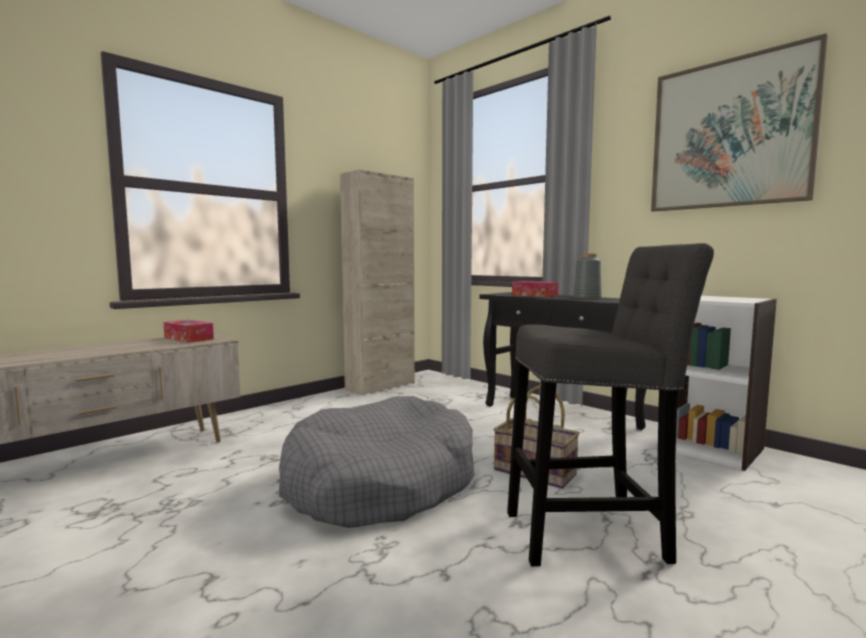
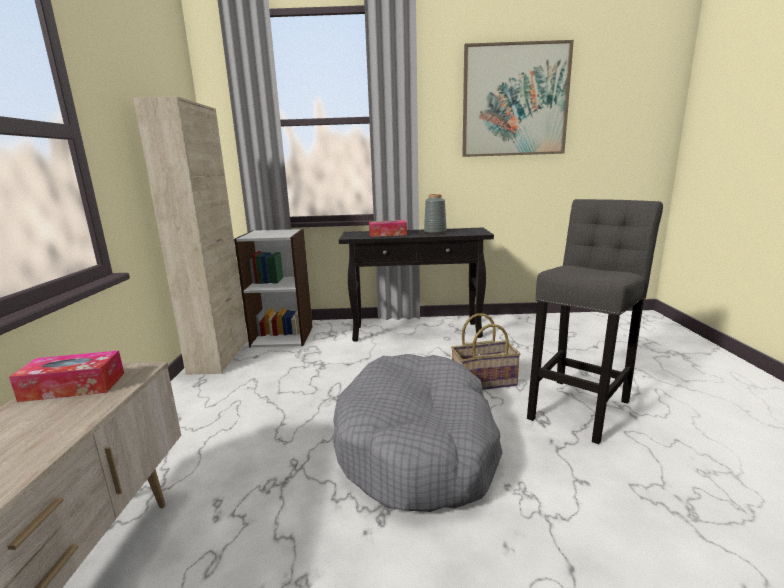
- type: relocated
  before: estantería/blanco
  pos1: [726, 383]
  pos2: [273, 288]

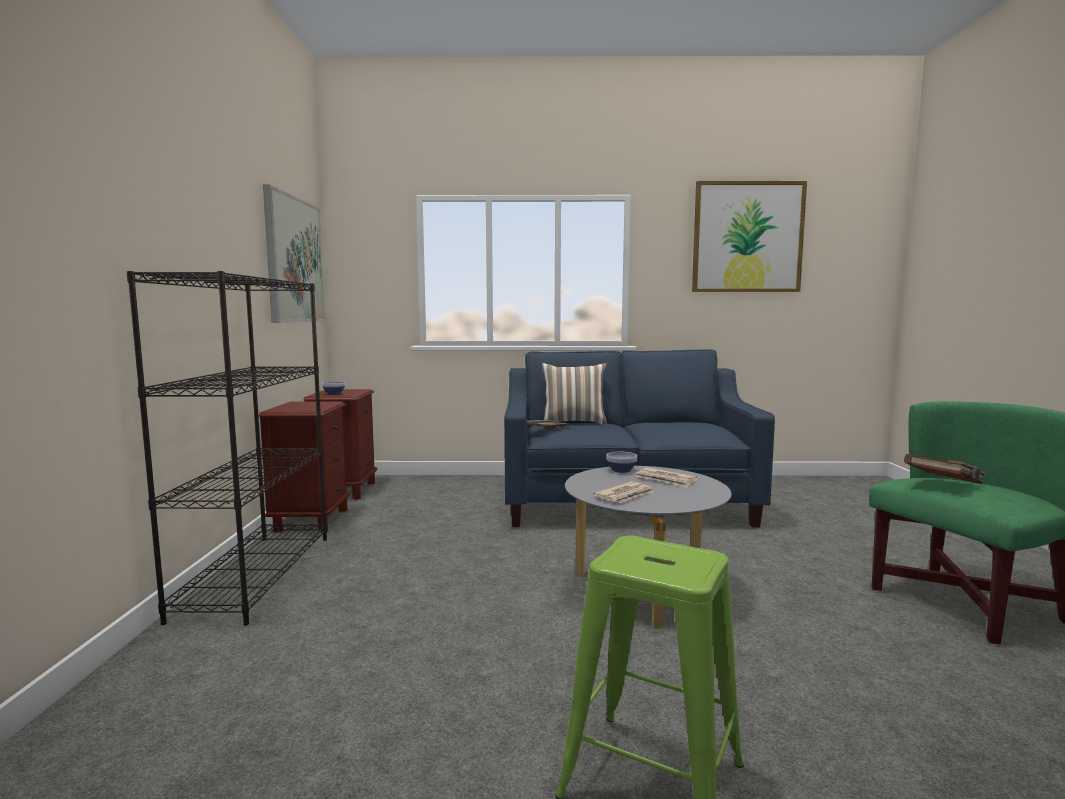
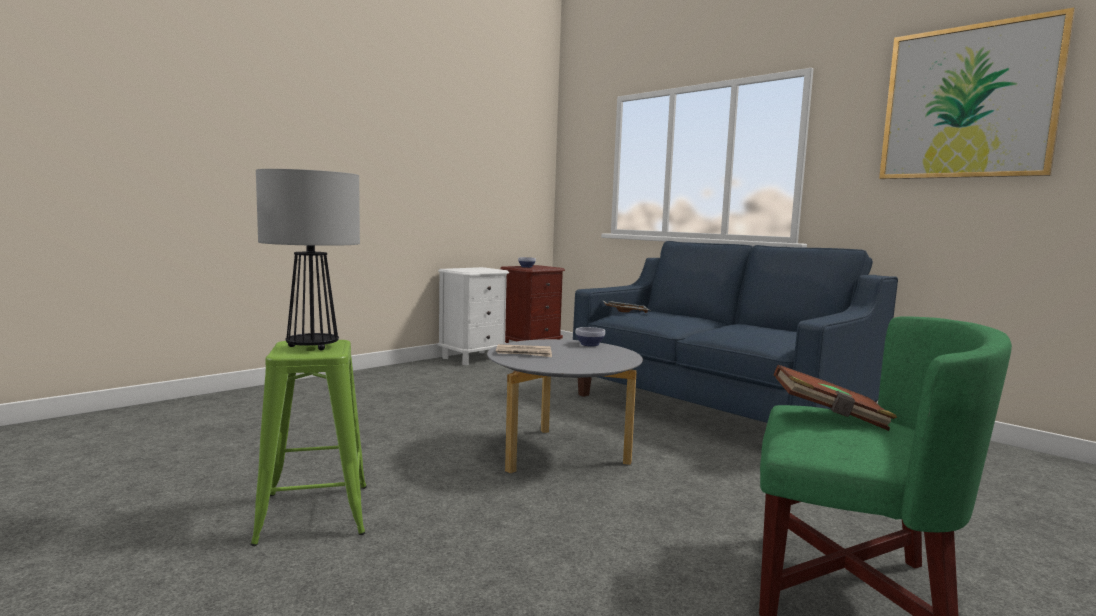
- type: missing
  before: estantería/negro
  pos1: [227, 448]
- type: colour
  before: mesita de noche/marrón
  after: mesita de noche/blanco
  pos1: [304, 467]
  pos2: [473, 316]
- type: missing
  before: cuadro
  pos1: [294, 254]
- type: missing
  before: cojín
  pos1: [574, 394]
- type: missing
  before: periódico
  pos1: [666, 477]
- type: appeared
  after: lámpara de mesa
  pos2: [308, 259]

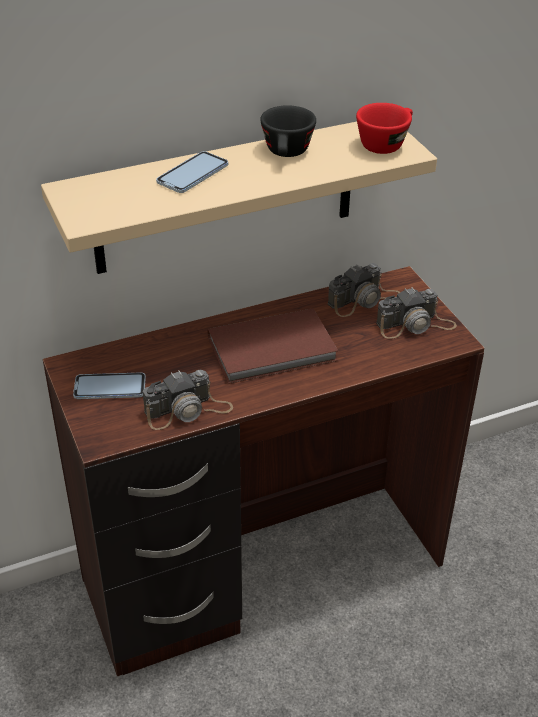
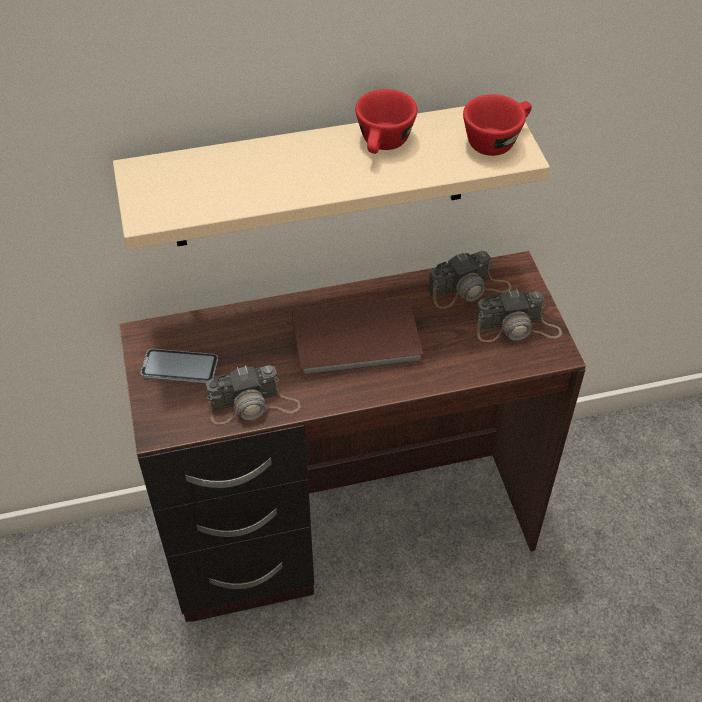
- type: missing
  before: móvil
  pos1: [192, 172]
- type: colour
  before: taza/negro
  after: taza/rojo
  pos1: [288, 131]
  pos2: [386, 121]

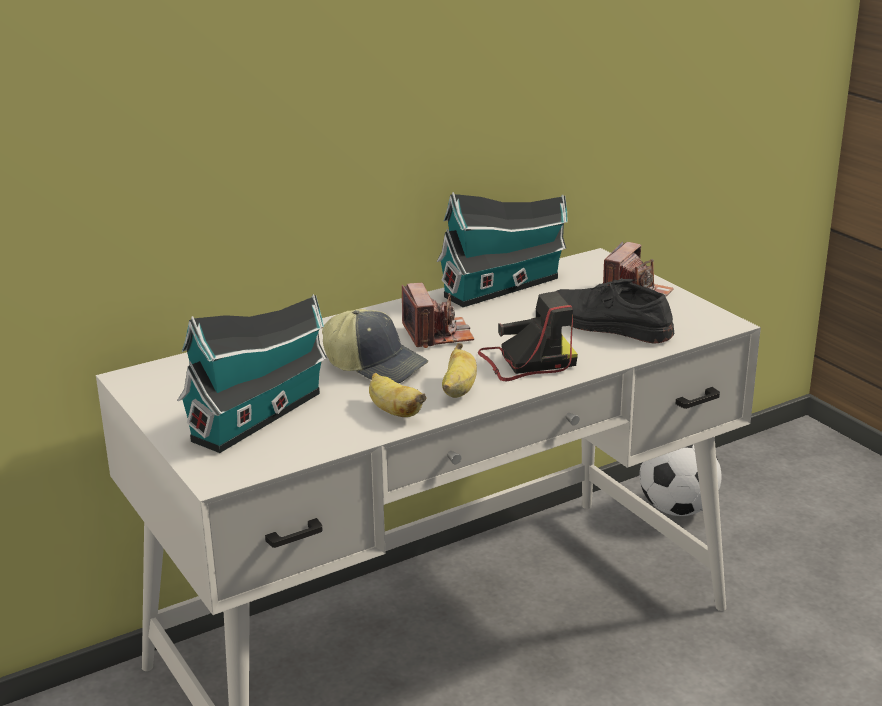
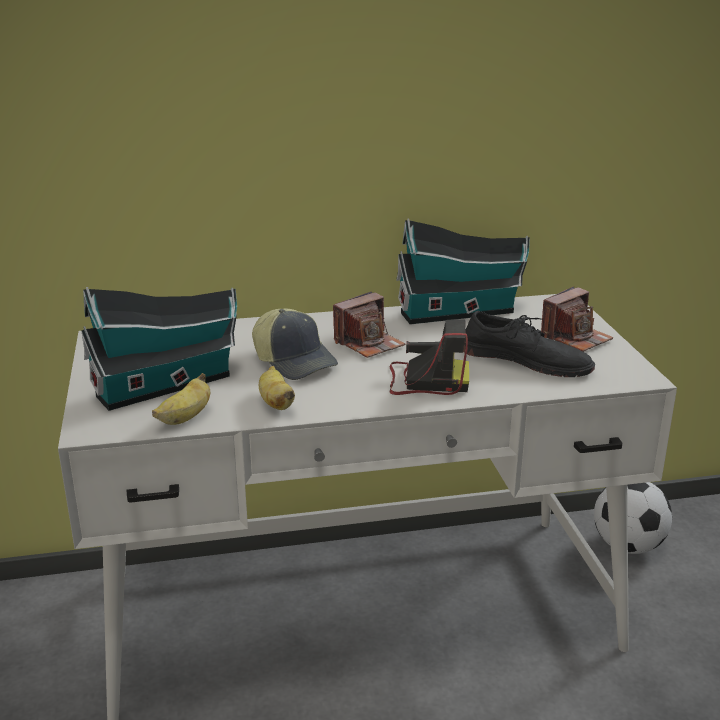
- type: spun
  before: cámara
  pos1: [438, 315]
  pos2: [369, 324]
  turn: 45
- type: relocated
  before: plátano
  pos1: [459, 370]
  pos2: [181, 399]
- type: spun
  before: zapato/negro
  pos1: [615, 310]
  pos2: [529, 344]
  turn: 150

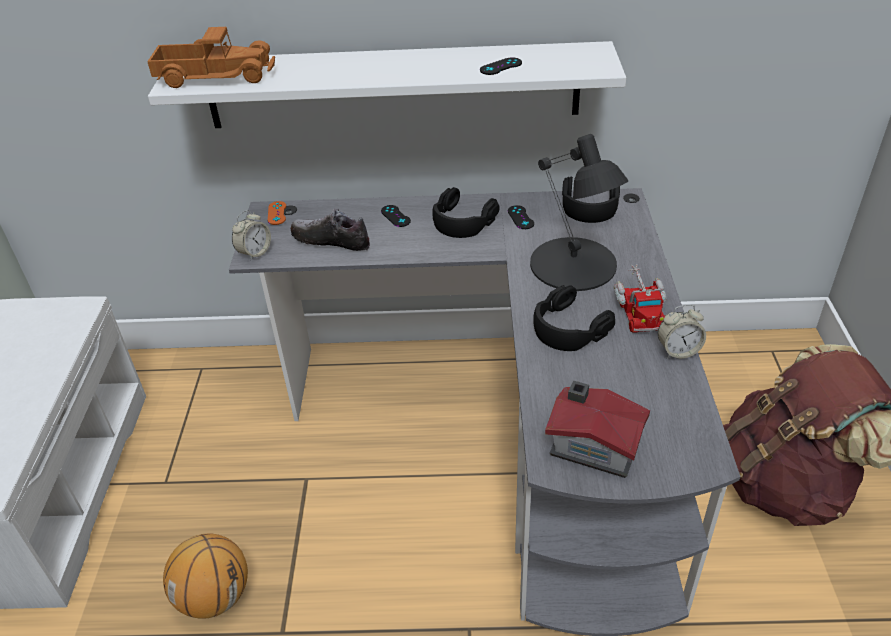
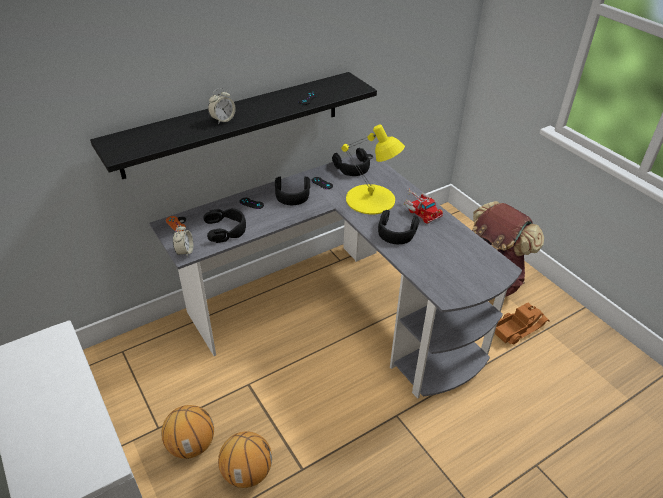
- type: relocated
  before: camión de juguete
  pos1: [211, 57]
  pos2: [522, 323]
- type: colour
  before: estante/blanco
  after: estante/negro
  pos1: [387, 84]
  pos2: [233, 125]
- type: exchanged
  before: zapato
  after: auriculares/negro
  pos1: [330, 229]
  pos2: [224, 225]
- type: colour
  before: lámpara de mesa/negro
  after: lámpara de mesa/amarillo
  pos1: [579, 212]
  pos2: [373, 169]
- type: missing
  before: casita
  pos1: [597, 429]
- type: relocated
  before: despertador
  pos1: [682, 332]
  pos2: [222, 106]
- type: appeared
  after: balón de baloncesto
  pos2: [187, 432]

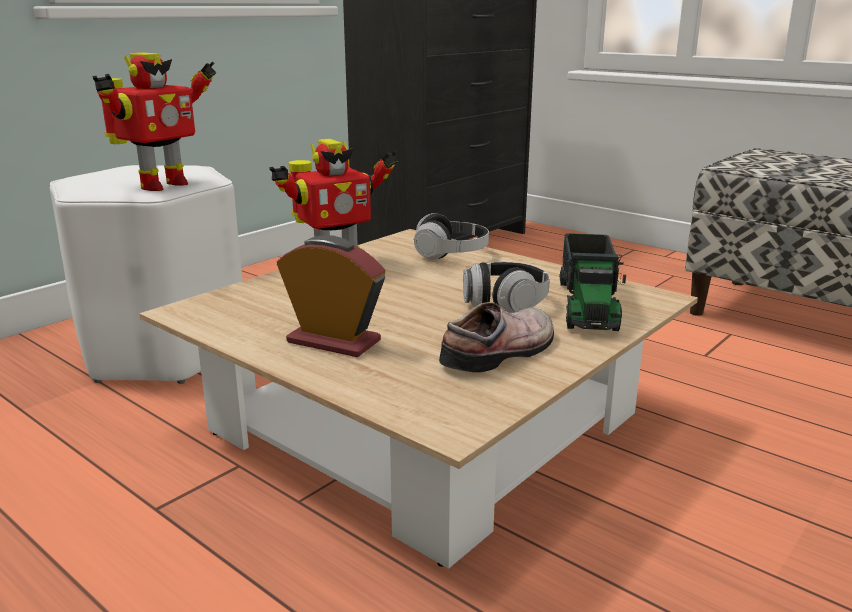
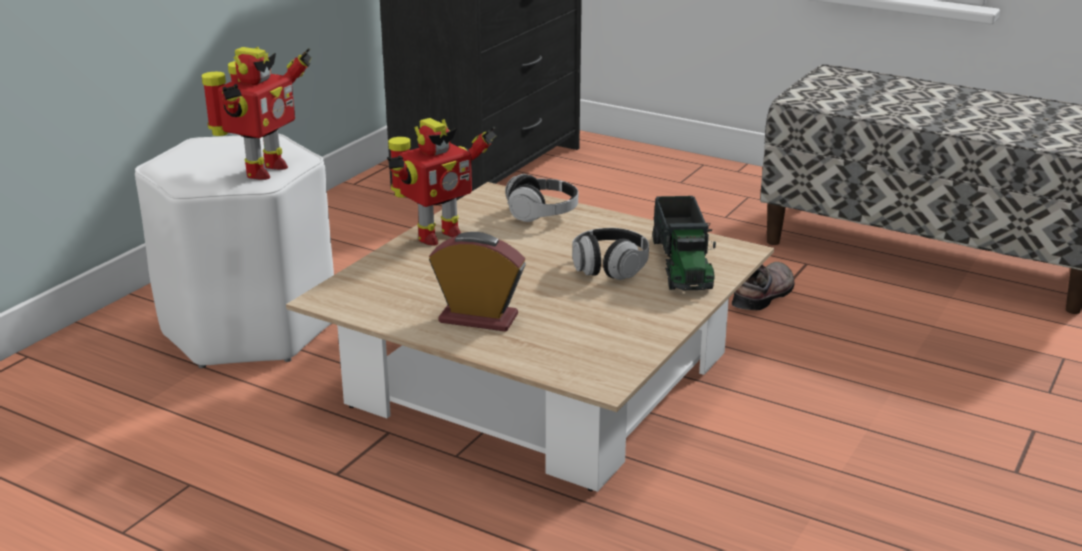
- type: relocated
  before: zapato
  pos1: [496, 337]
  pos2: [763, 286]

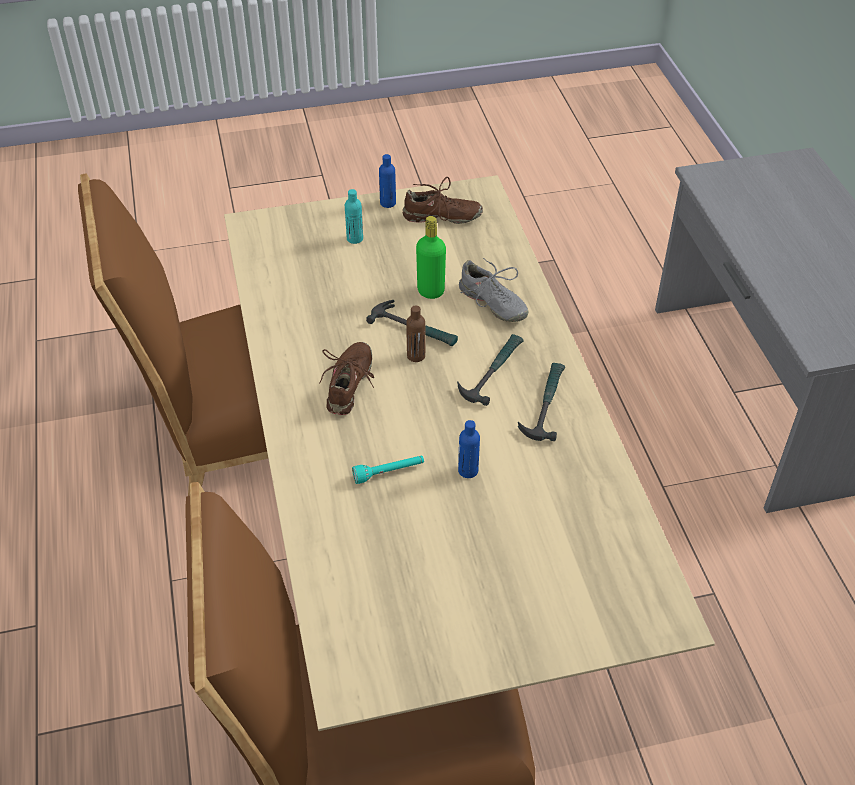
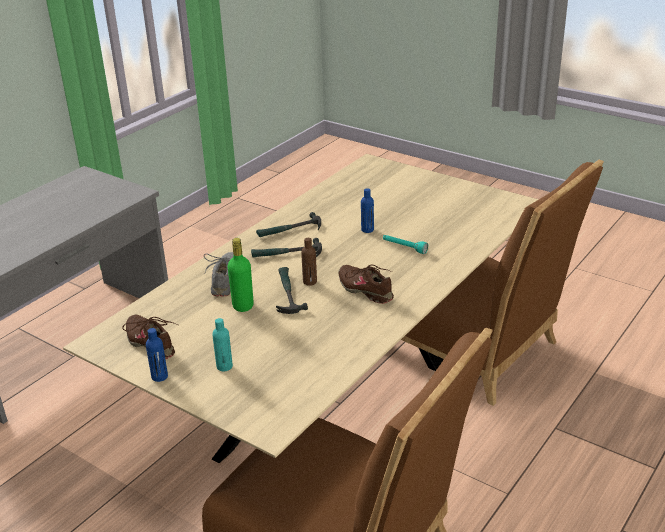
- type: spun
  before: zapato/marrón
  pos1: [346, 378]
  pos2: [366, 284]
  turn: 75

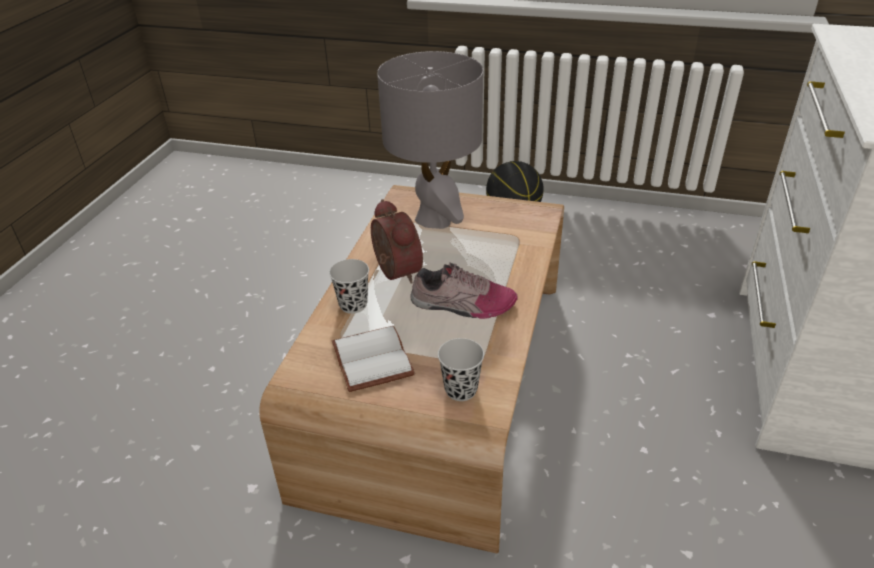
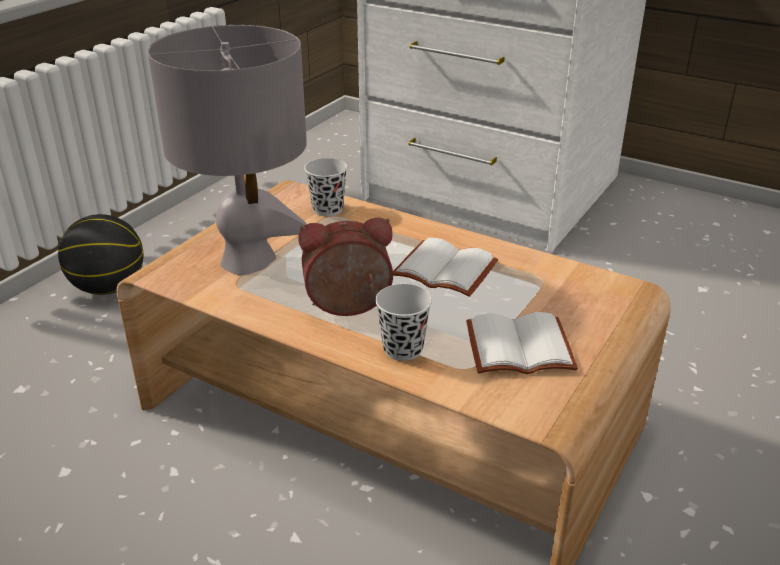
- type: exchanged
  before: zapato
  after: libro/blanco
  pos1: [464, 290]
  pos2: [445, 267]
- type: relocated
  before: taza/negro
  pos1: [461, 369]
  pos2: [325, 187]

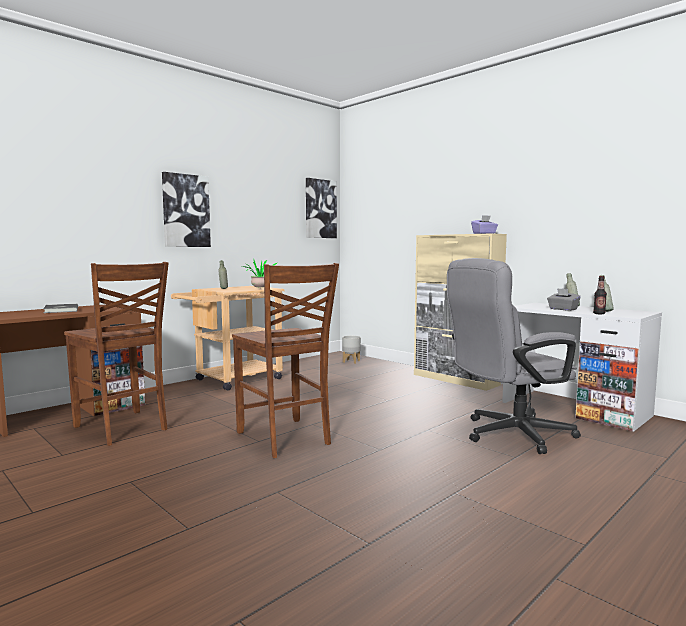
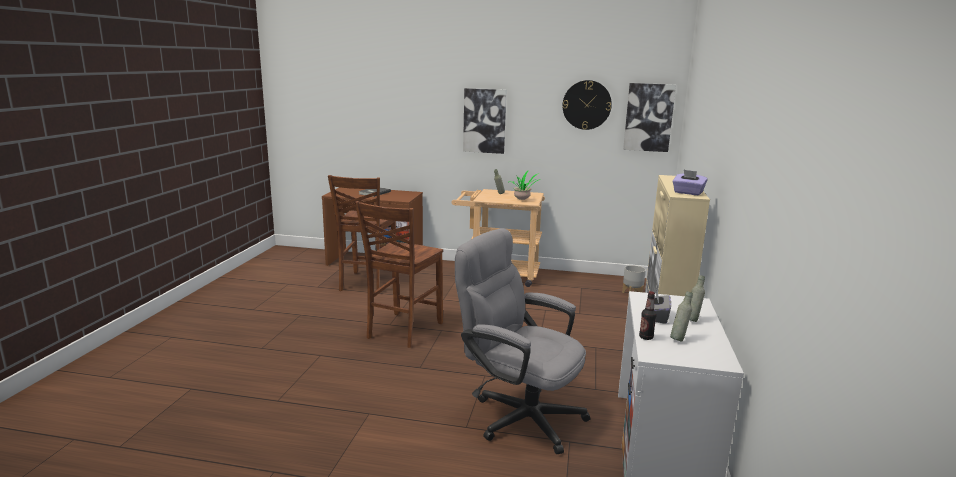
- type: appeared
  after: reloj de pared
  pos2: [587, 105]

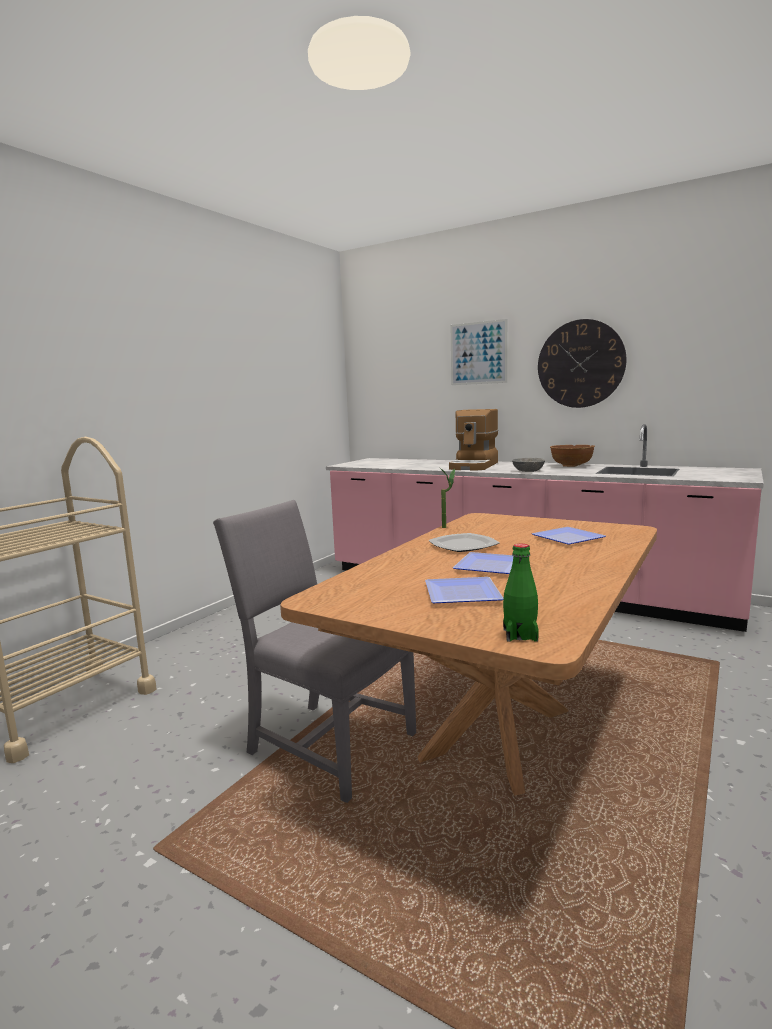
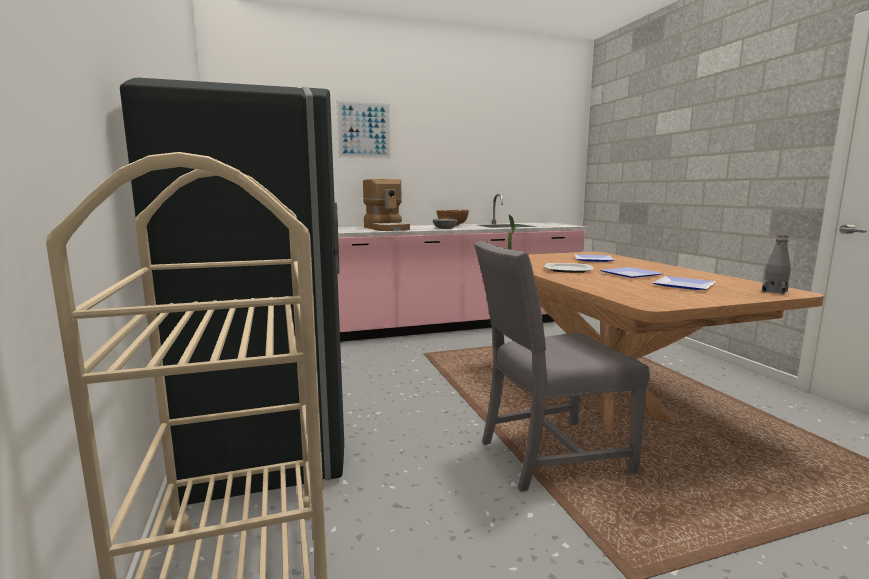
- type: colour
  before: botella/verde
  after: botella/gris
  pos1: [521, 593]
  pos2: [776, 264]
- type: missing
  before: reloj de pared
  pos1: [582, 363]
- type: appeared
  after: nevera/gris
  pos2: [232, 292]

